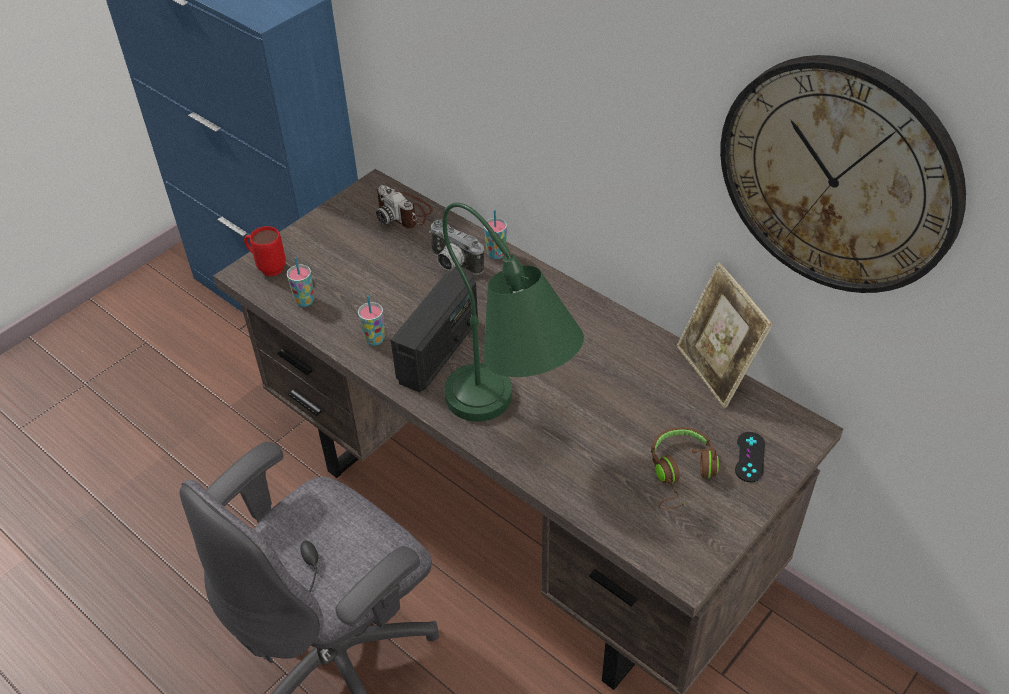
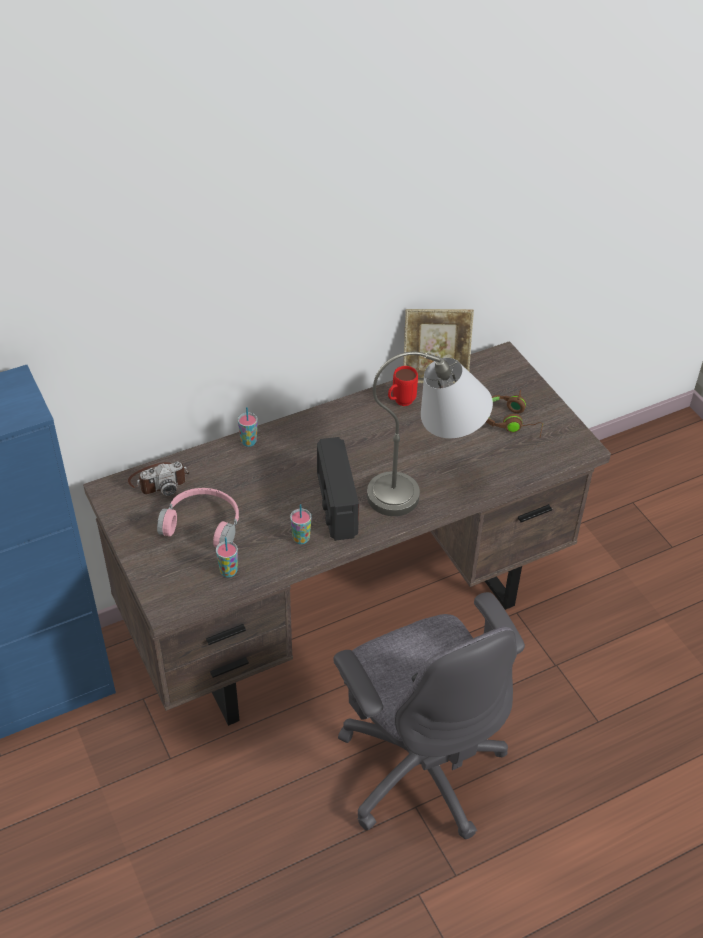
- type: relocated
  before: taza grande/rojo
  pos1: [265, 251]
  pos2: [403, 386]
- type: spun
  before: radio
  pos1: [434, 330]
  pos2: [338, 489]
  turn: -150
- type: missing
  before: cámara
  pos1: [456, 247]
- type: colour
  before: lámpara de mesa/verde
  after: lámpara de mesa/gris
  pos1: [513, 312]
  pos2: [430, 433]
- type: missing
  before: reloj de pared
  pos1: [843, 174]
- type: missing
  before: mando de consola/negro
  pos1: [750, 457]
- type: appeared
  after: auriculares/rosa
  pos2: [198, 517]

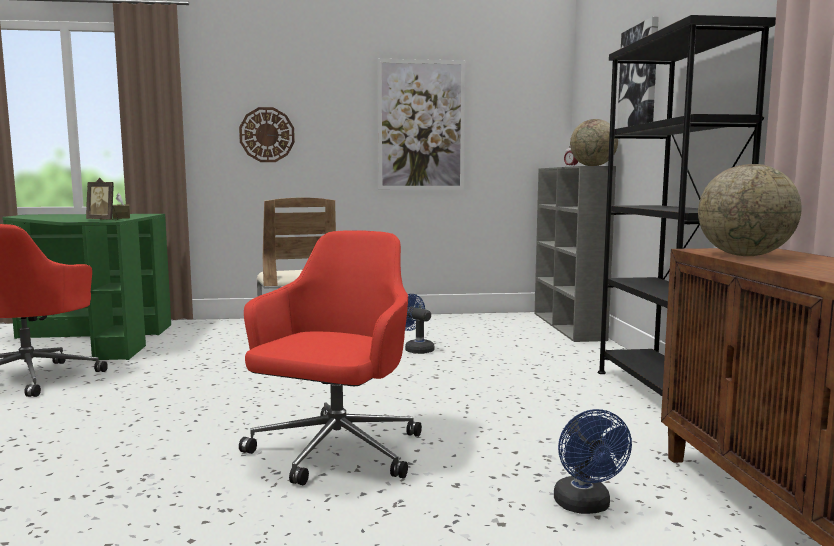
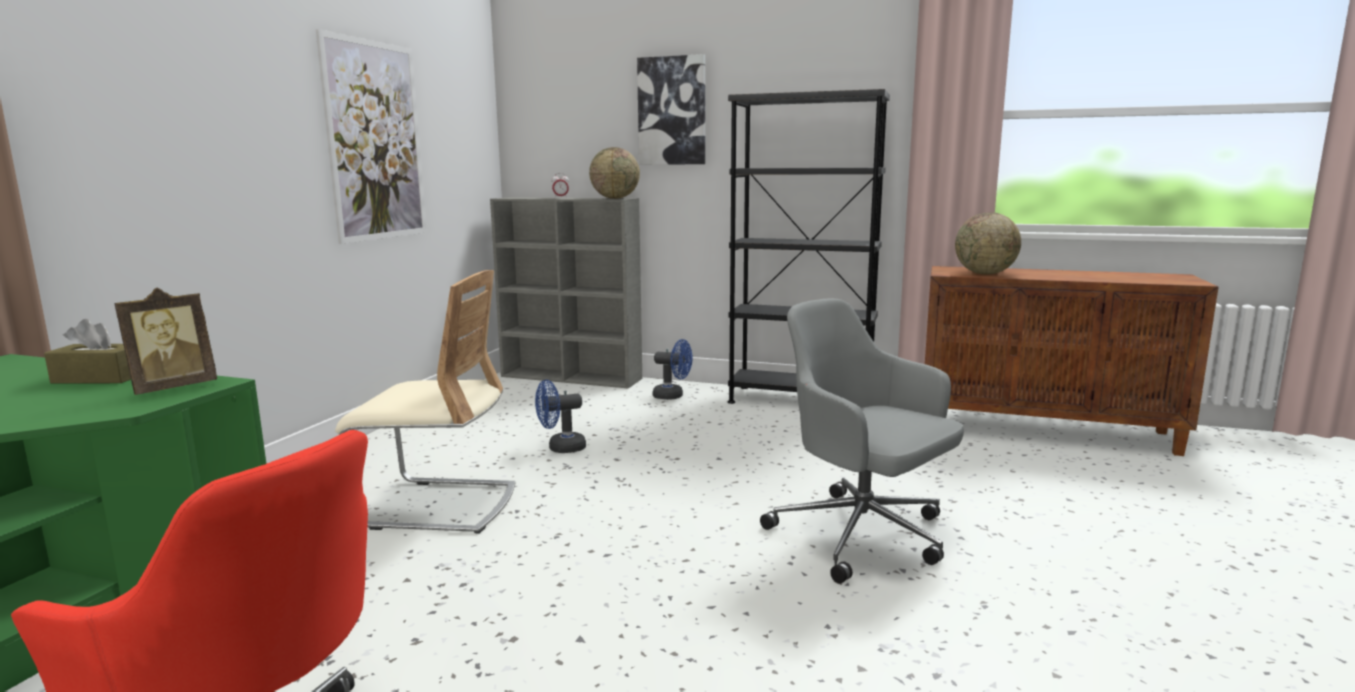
- type: missing
  before: reloj de pared
  pos1: [267, 134]
- type: colour
  before: silla de oficina/rojo
  after: silla de oficina/gris
  pos1: [330, 357]
  pos2: [862, 441]
- type: relocated
  before: ventilador/azul
  pos1: [593, 461]
  pos2: [672, 369]

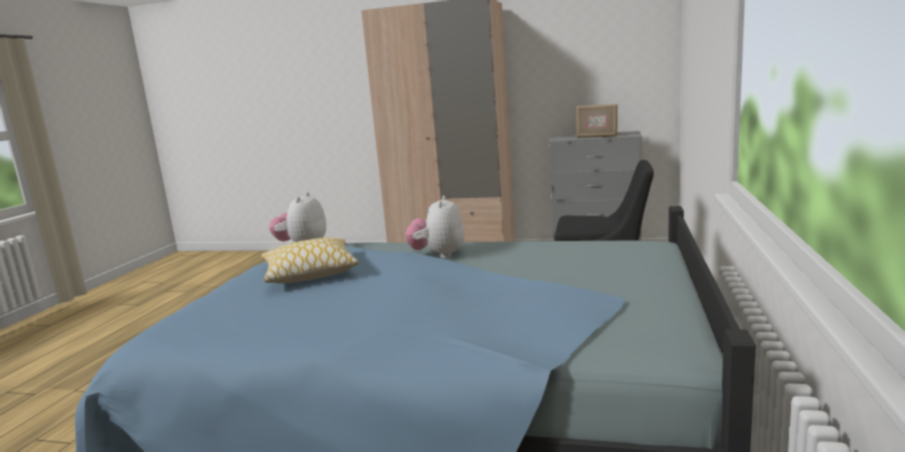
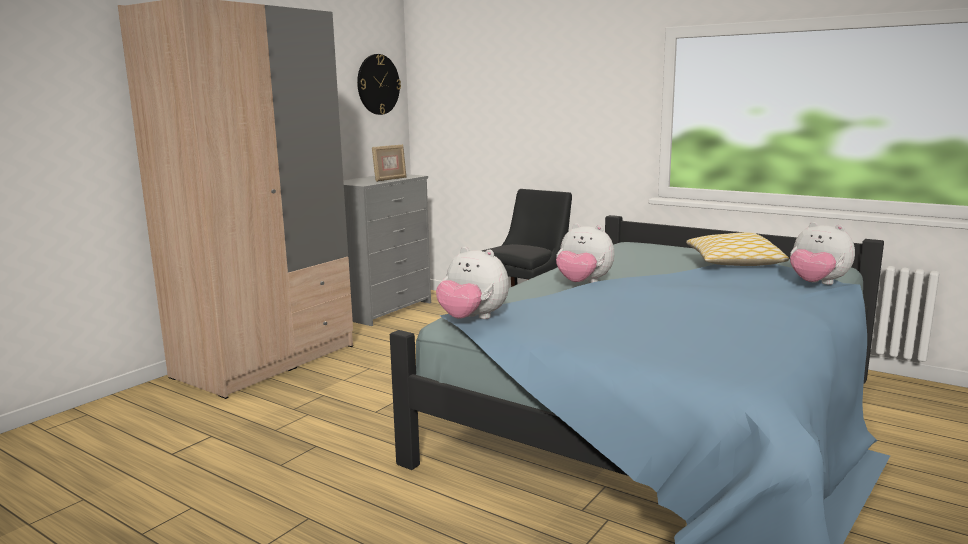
- type: relocated
  before: cojín
  pos1: [310, 260]
  pos2: [737, 249]
- type: appeared
  after: reloj de pared
  pos2: [379, 84]
- type: appeared
  after: peluche
  pos2: [822, 253]

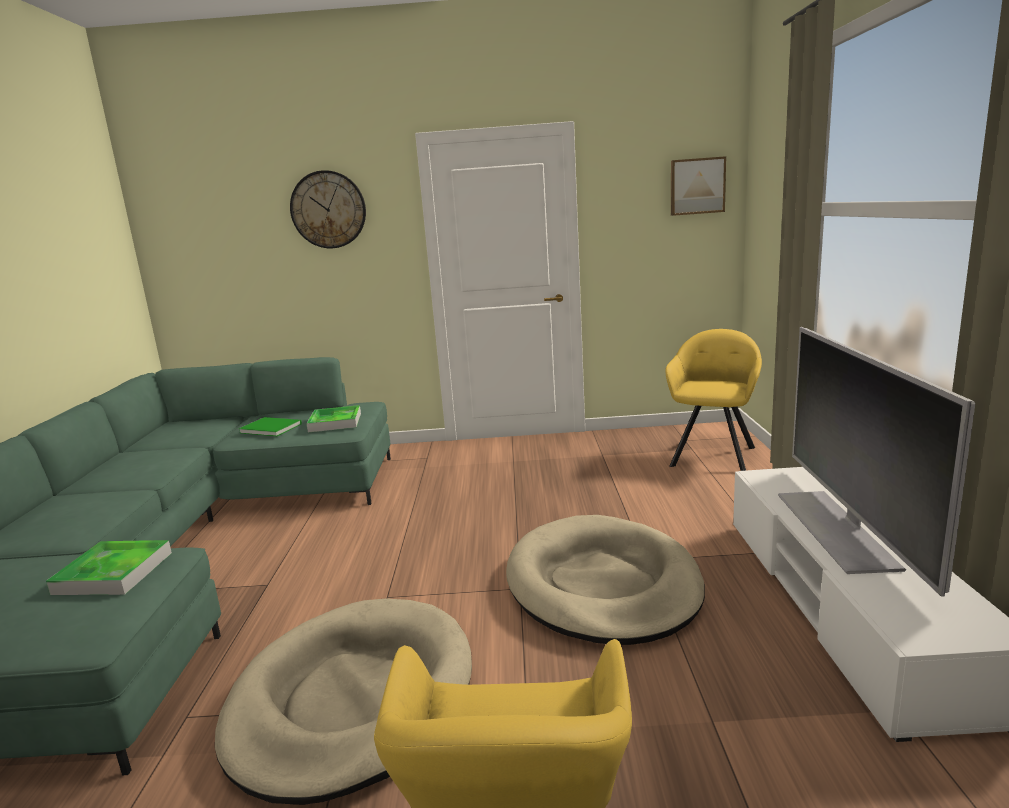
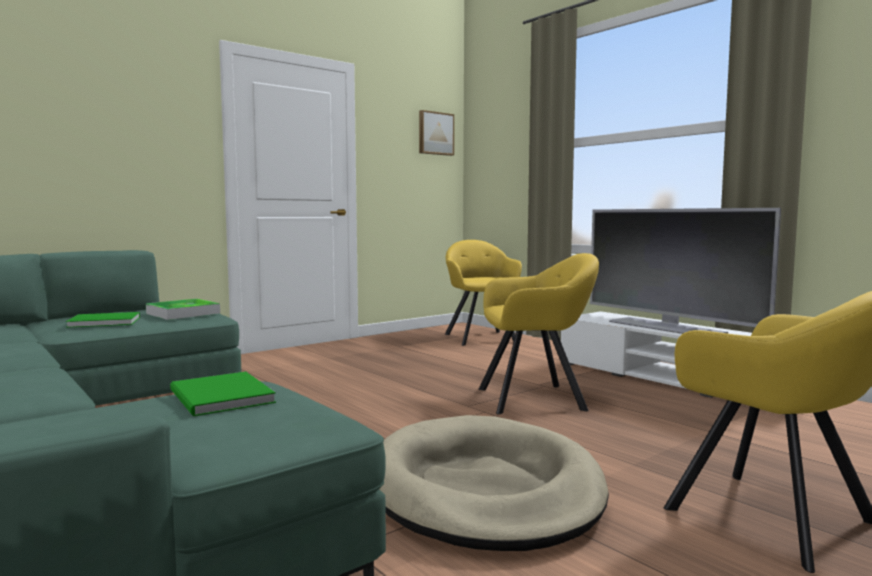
- type: exchanged
  before: bandeja
  after: libro/verde
  pos1: [109, 567]
  pos2: [223, 394]
- type: missing
  before: reloj de pared
  pos1: [328, 209]
- type: exchanged
  before: cama para perro/beis
  after: sillón/amarillo
  pos1: [605, 580]
  pos2: [539, 333]

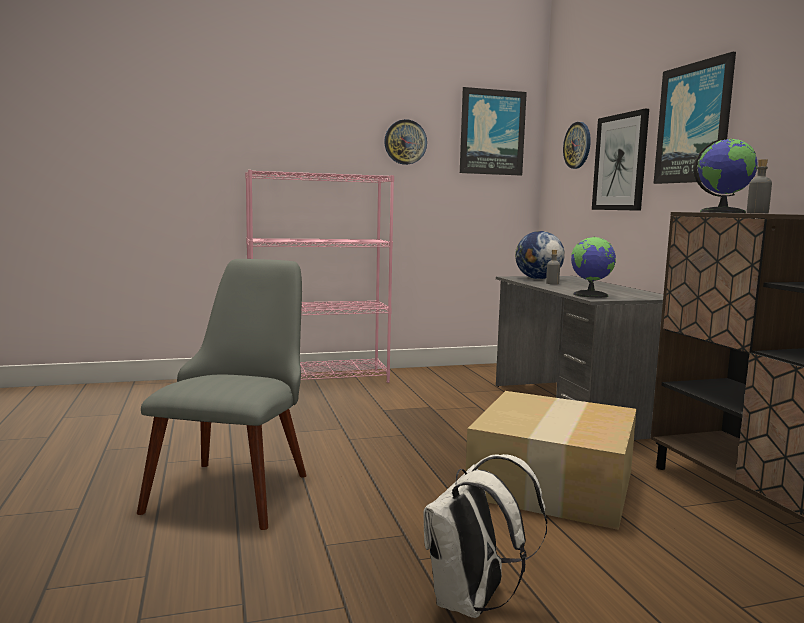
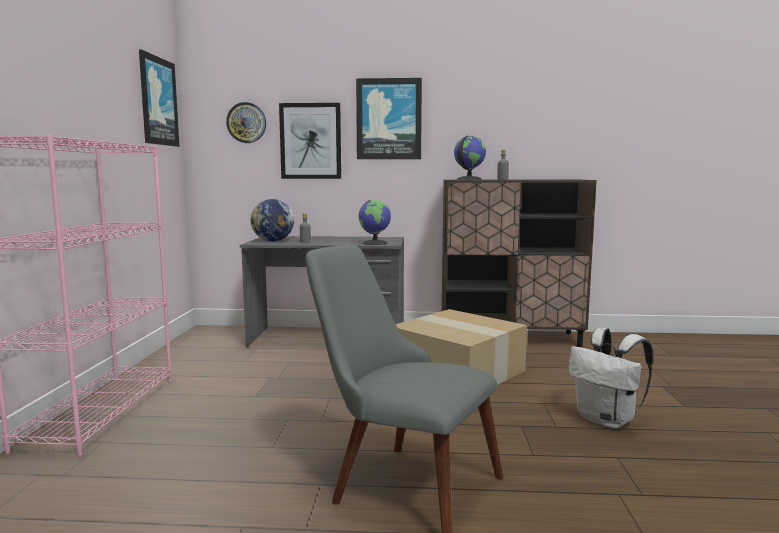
- type: missing
  before: reloj de pared
  pos1: [405, 142]

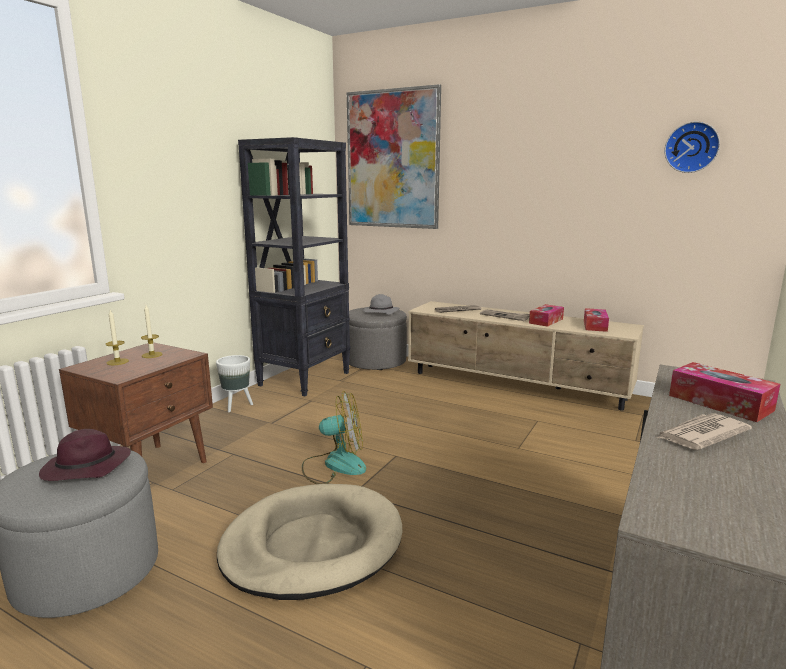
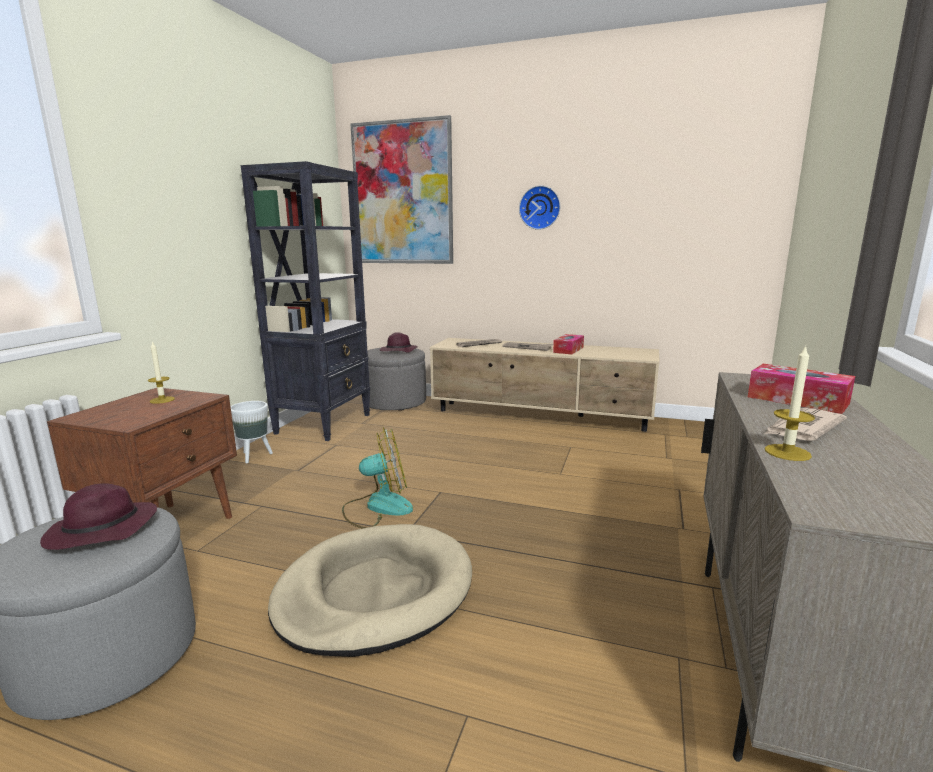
- type: relocated
  before: vela
  pos1: [117, 337]
  pos2: [790, 403]
- type: colour
  before: sombrero/gris
  after: sombrero/morado
  pos1: [381, 304]
  pos2: [398, 342]
- type: missing
  before: caja de pañuelos
  pos1: [596, 320]
- type: relocated
  before: reloj de pared
  pos1: [692, 147]
  pos2: [539, 207]

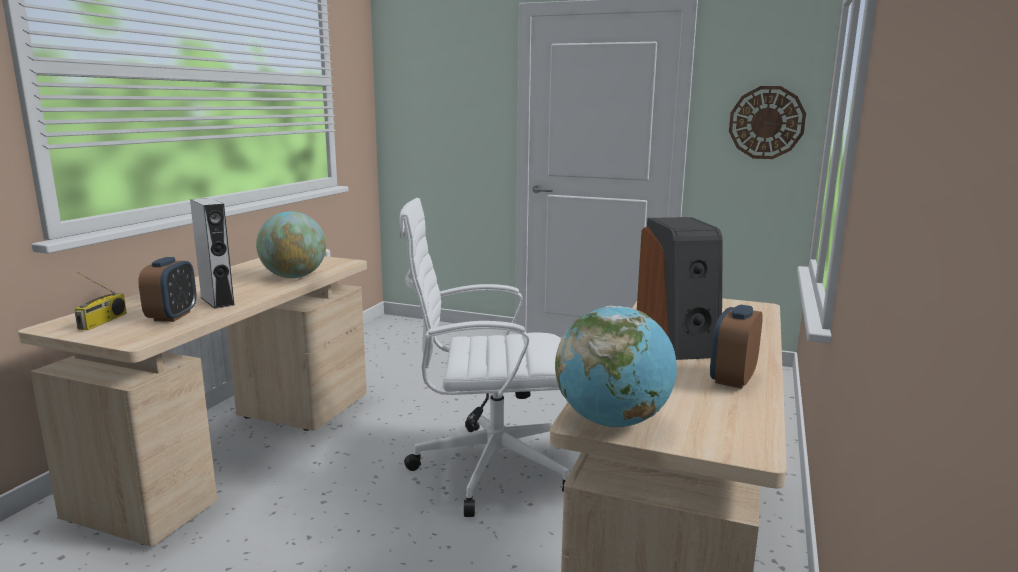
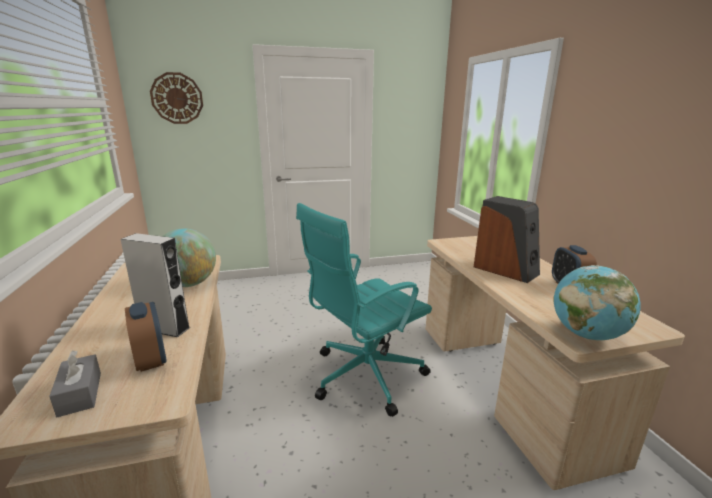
- type: exchanged
  before: radio
  after: caja de pañuelos/gris
  pos1: [101, 301]
  pos2: [75, 383]
- type: colour
  before: silla de oficina/blanco
  after: silla de oficina/turquesa
  pos1: [484, 357]
  pos2: [364, 310]
- type: relocated
  before: reloj de pared
  pos1: [767, 122]
  pos2: [176, 98]

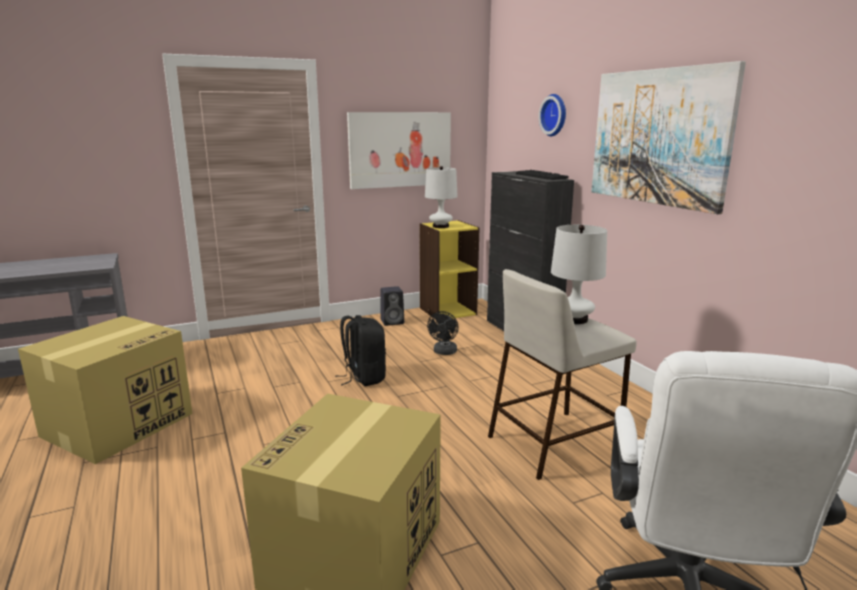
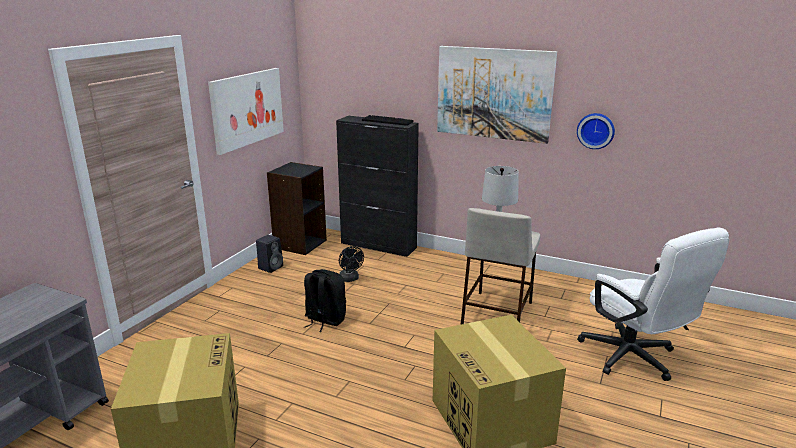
- type: colour
  before: estantería/amarillo
  after: estantería/negro
  pos1: [449, 269]
  pos2: [297, 208]
- type: missing
  before: lámpara de mesa/blanco
  pos1: [441, 197]
- type: relocated
  before: reloj de pared
  pos1: [552, 115]
  pos2: [596, 131]

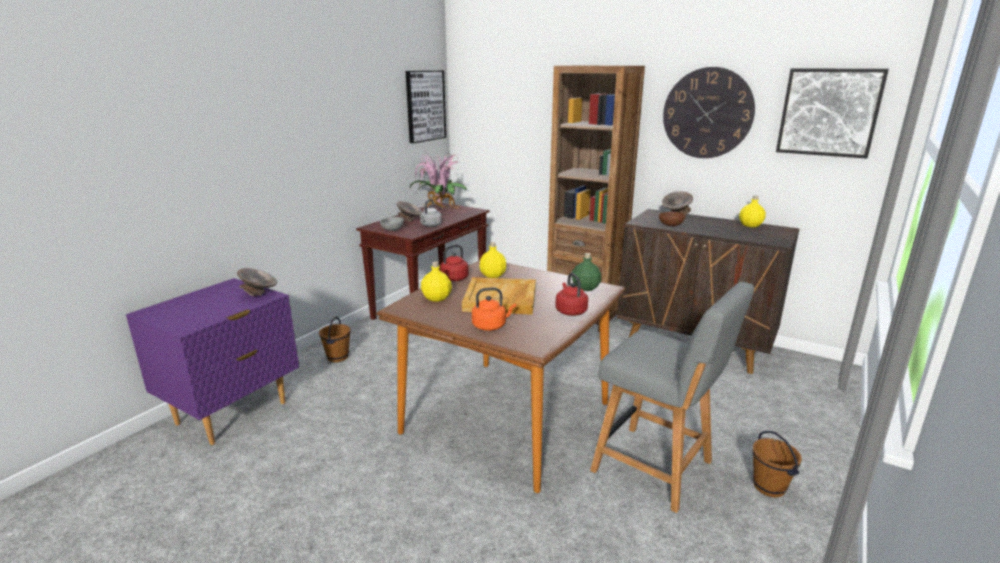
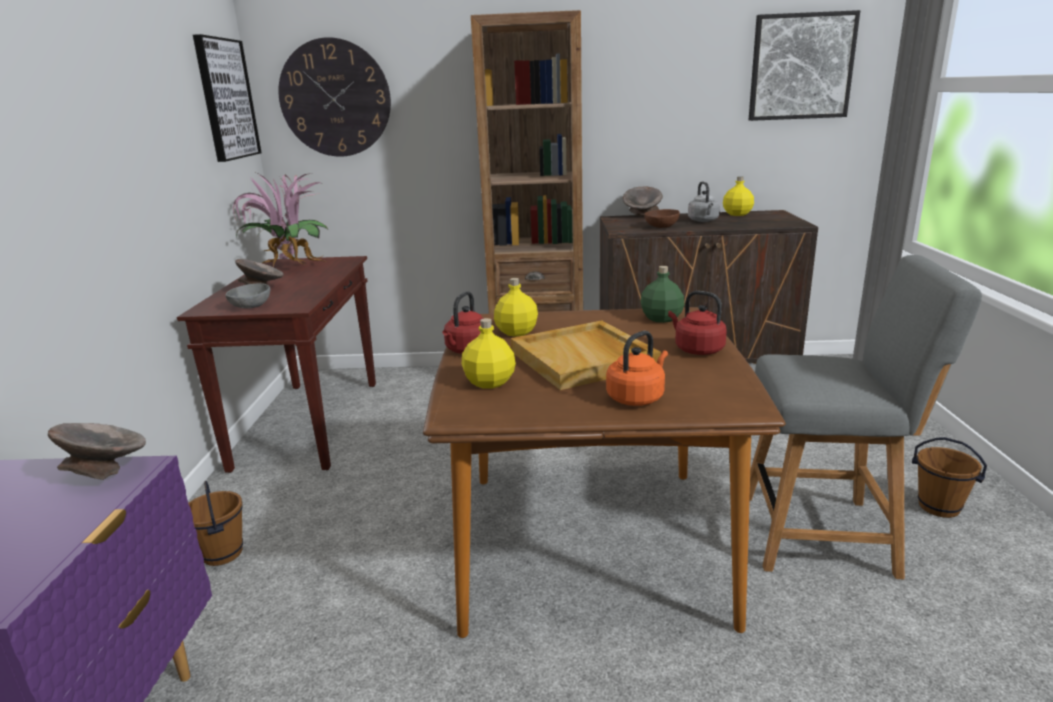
- type: relocated
  before: hervidor/gris
  pos1: [431, 213]
  pos2: [704, 201]
- type: relocated
  before: reloj de pared
  pos1: [709, 112]
  pos2: [334, 97]

